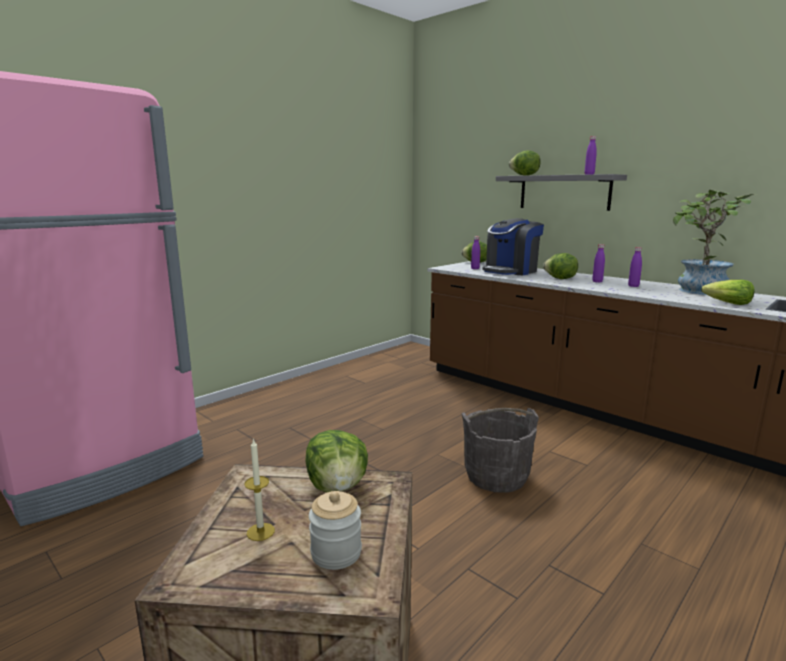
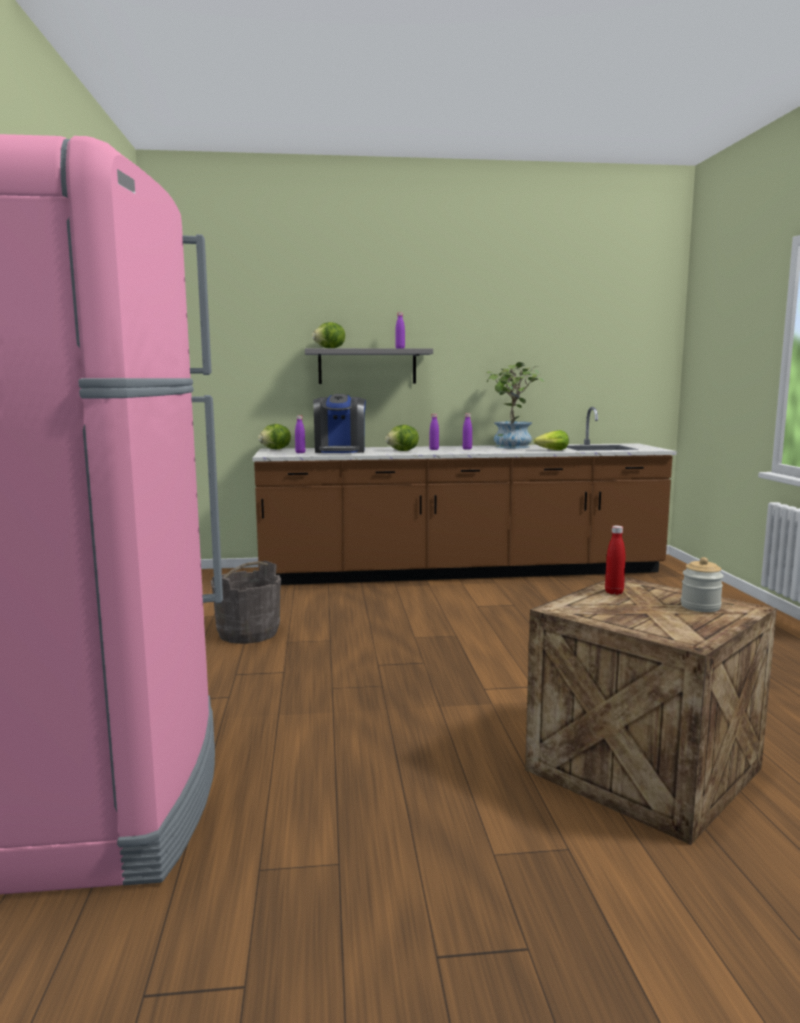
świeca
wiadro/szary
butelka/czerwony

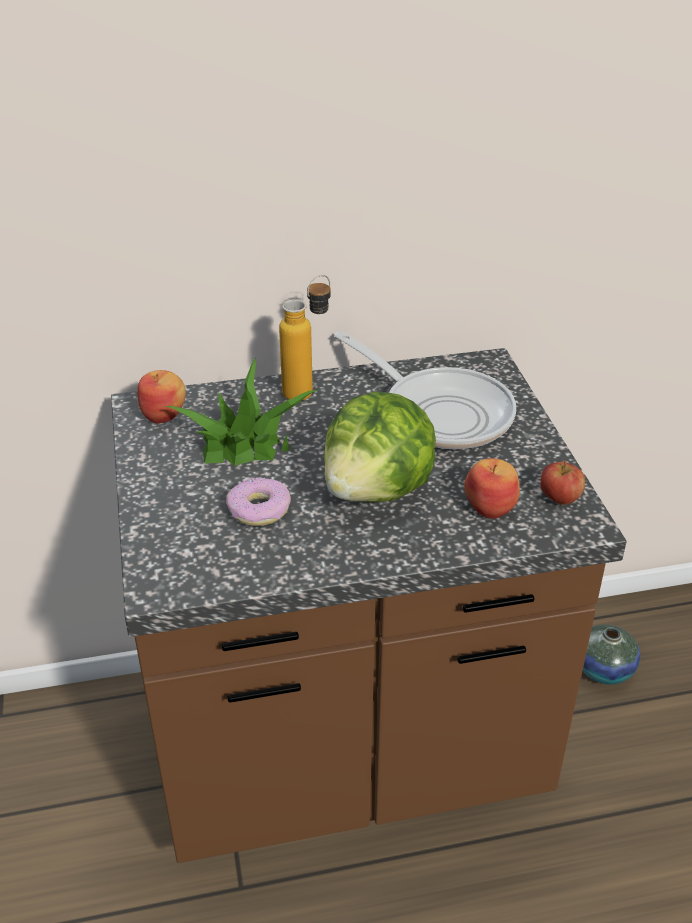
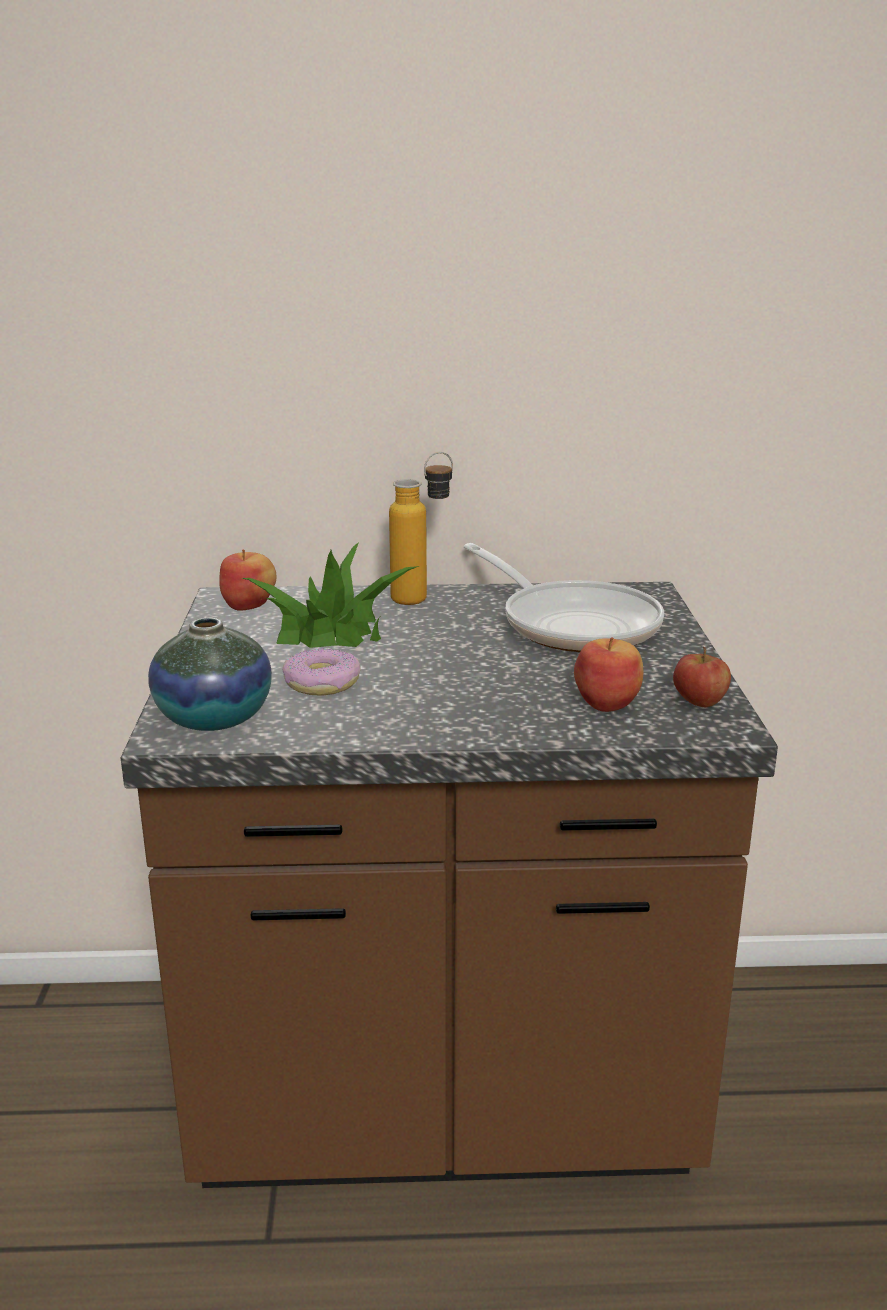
sałata
wazon

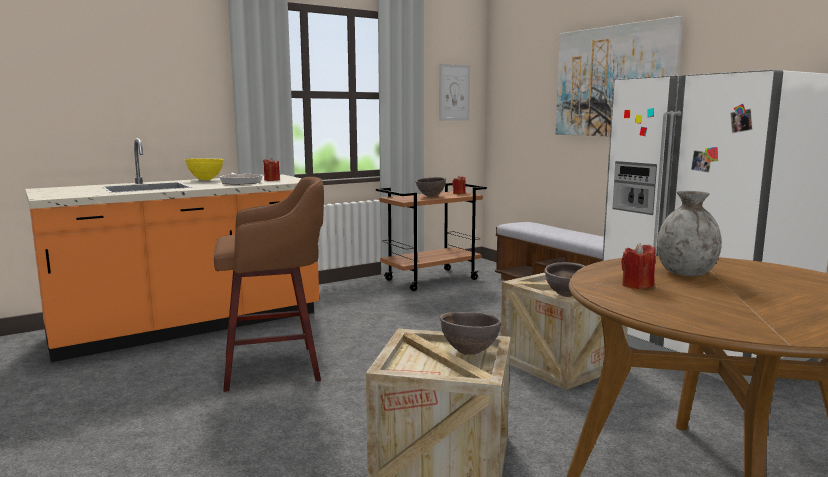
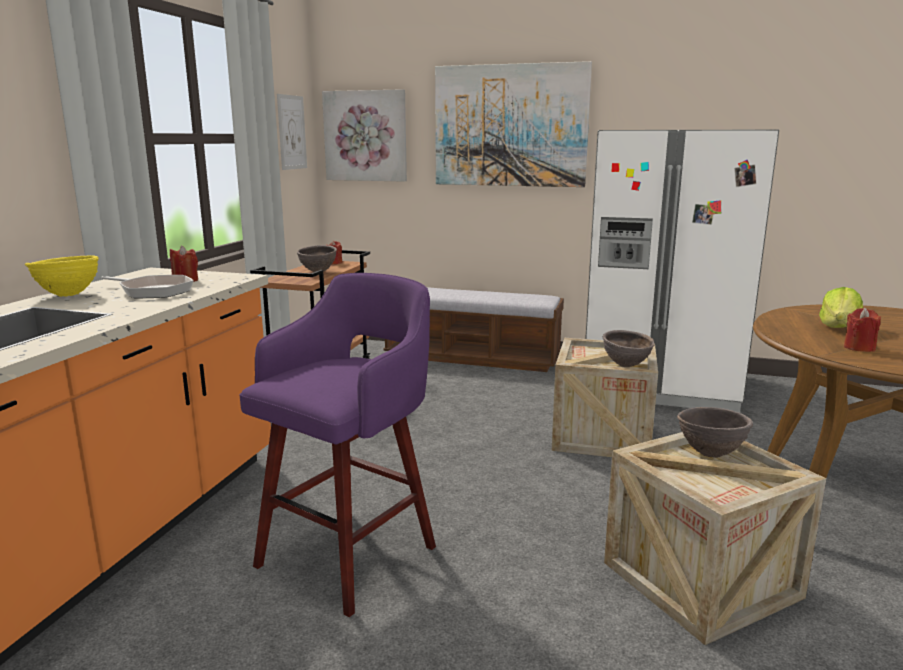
obraz (no. 2 from left)
sałata
stołek/fioletowy

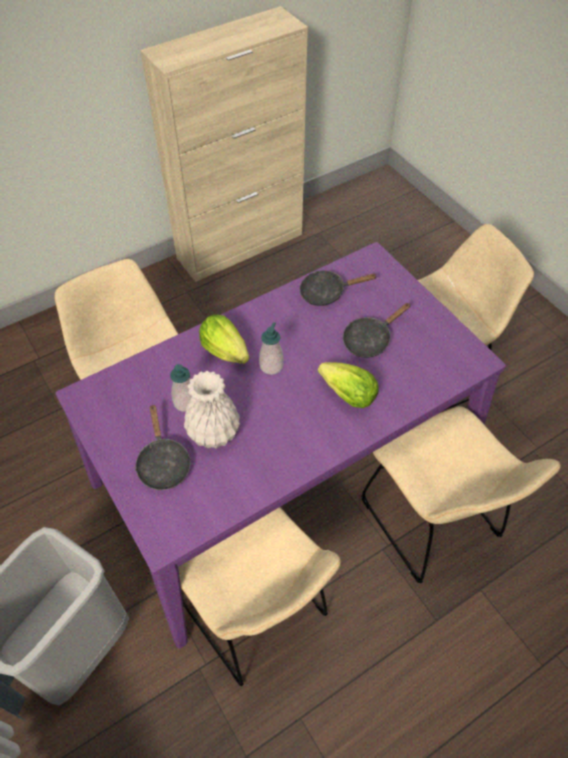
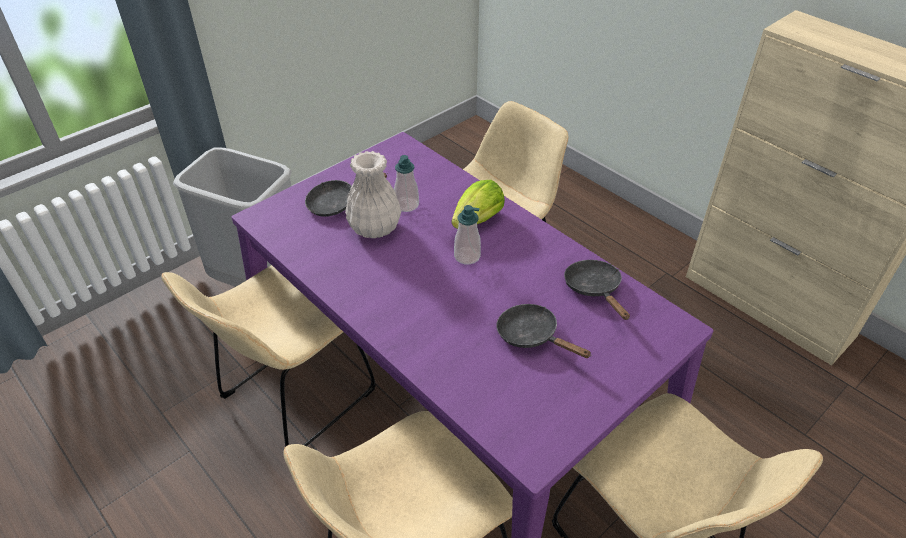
sałata (no. 2 from left in the first image)

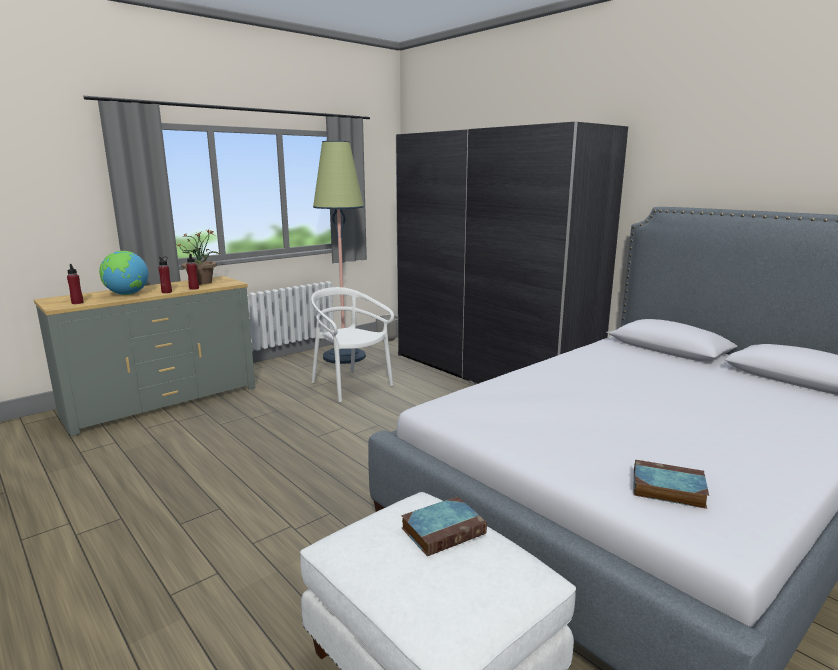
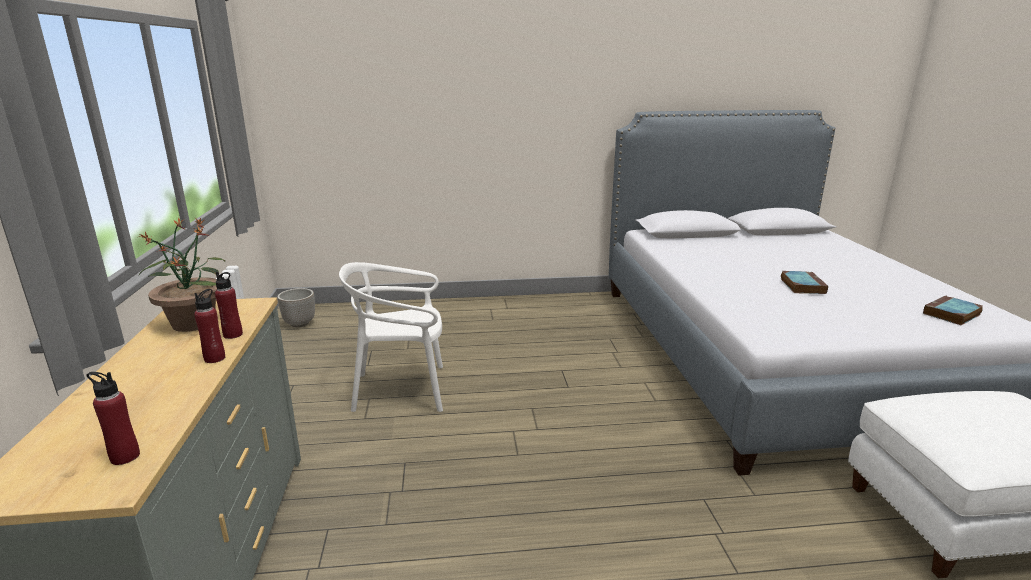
globus
lampa stojąca
szafa/szary
książka (no. 1 from left)

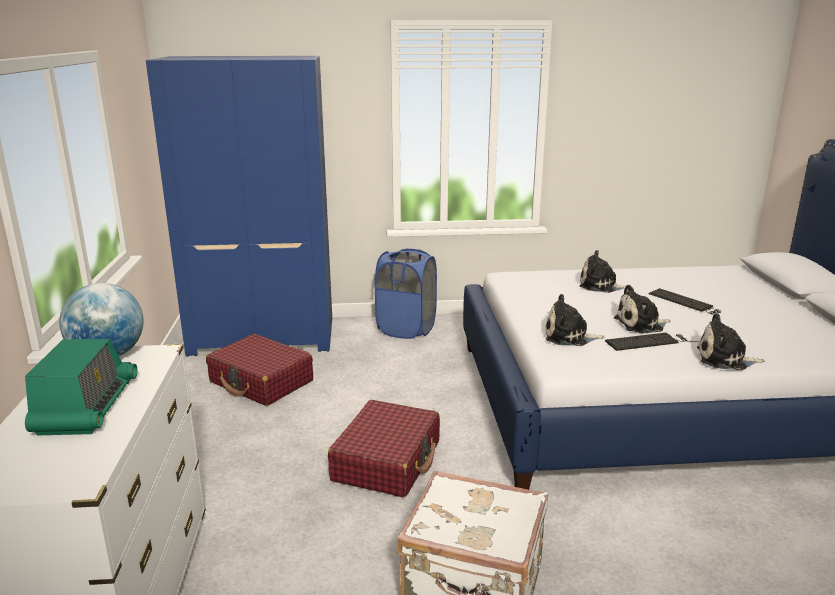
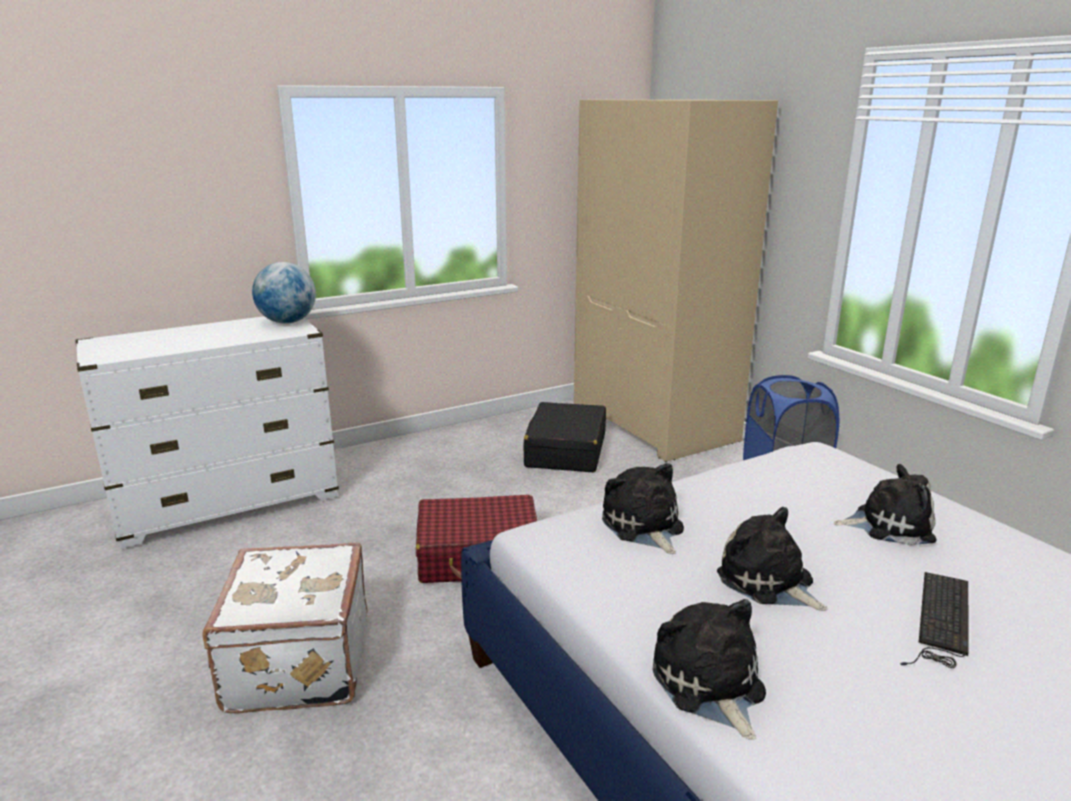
radio
klawiatura (no. 1 from left in the first image)
szafa/beżowy
walizka/czarny
pluszak (no. 4 from left)

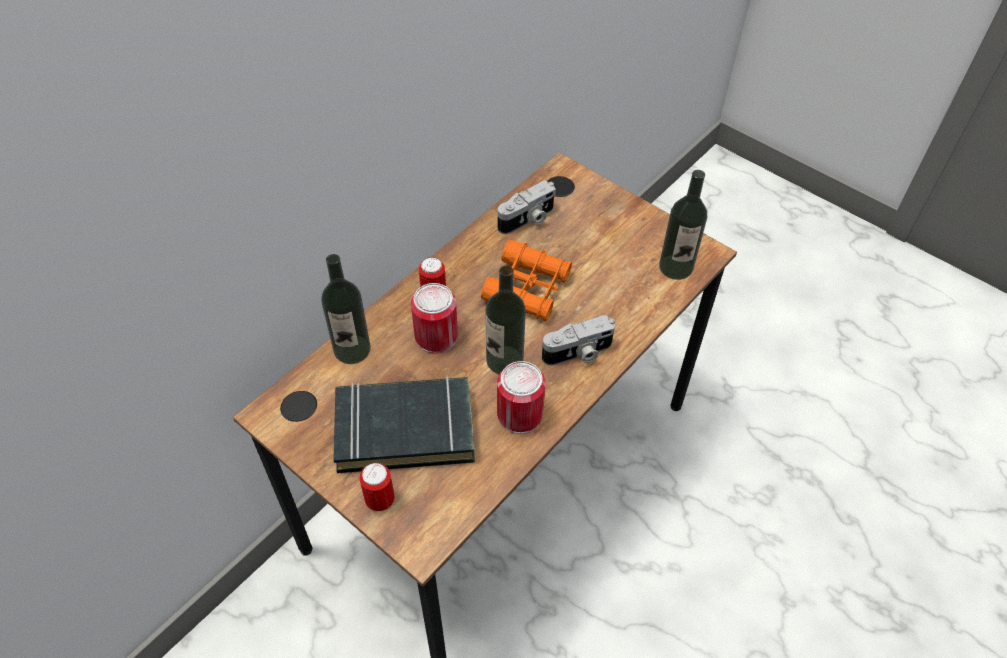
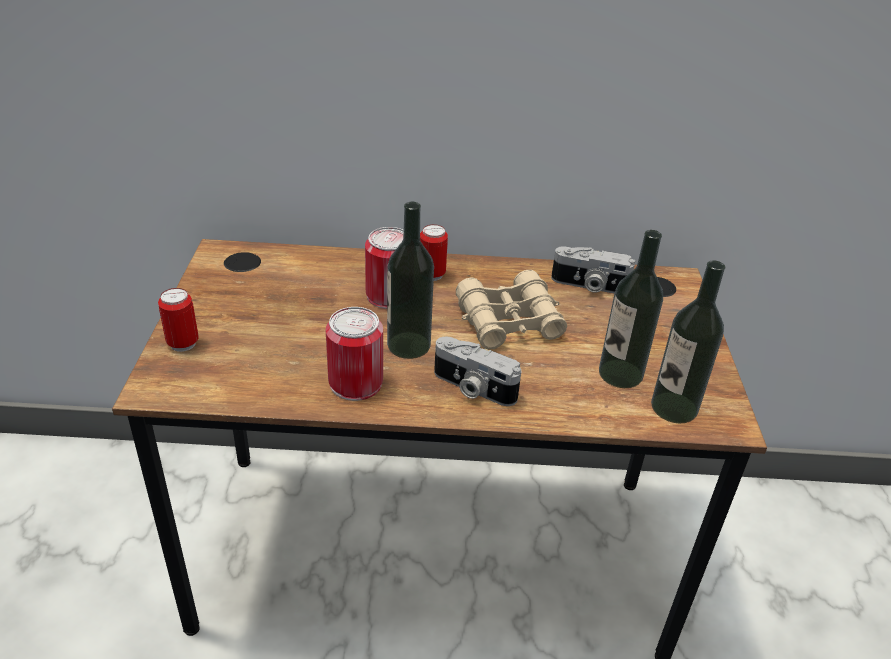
książka/czarny
butelka (no. 2 from left)
lornetka/beżowy

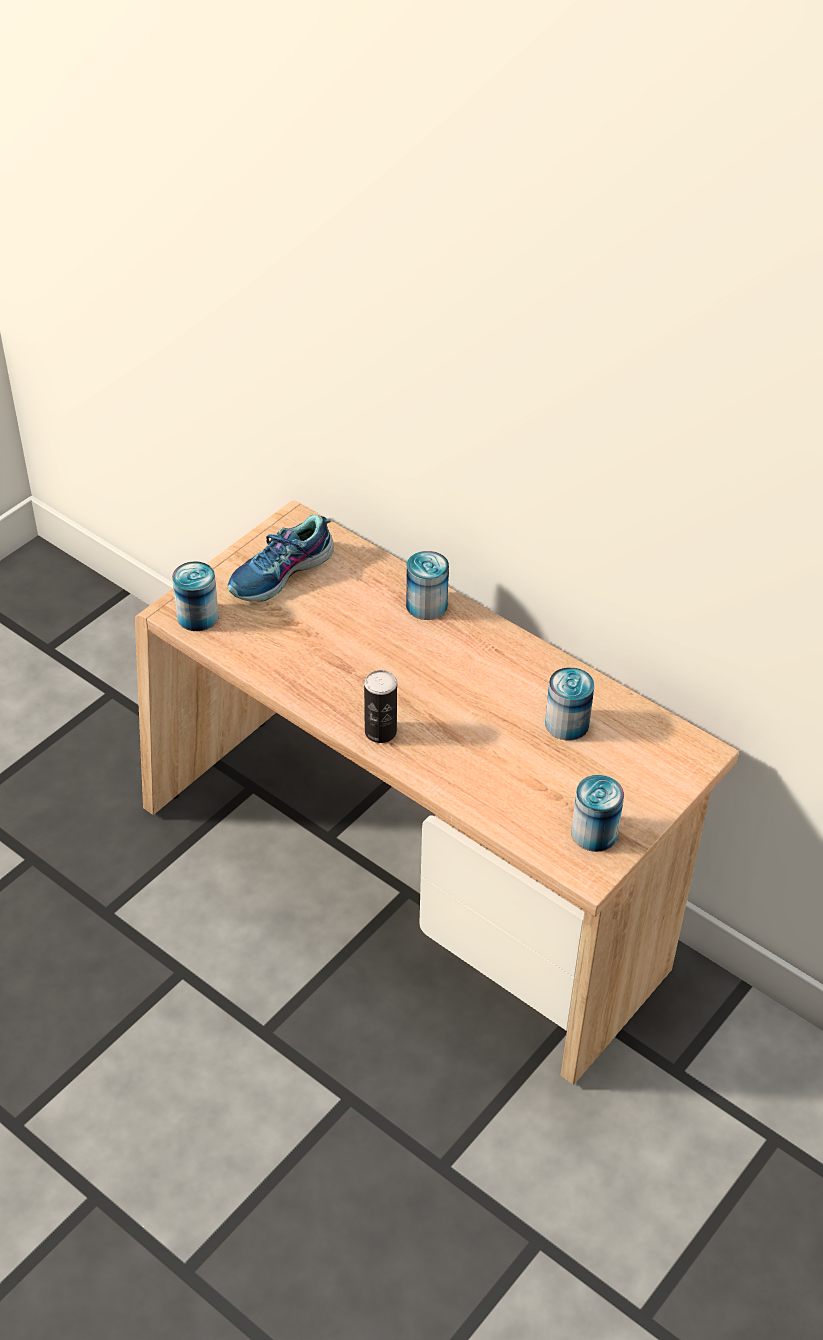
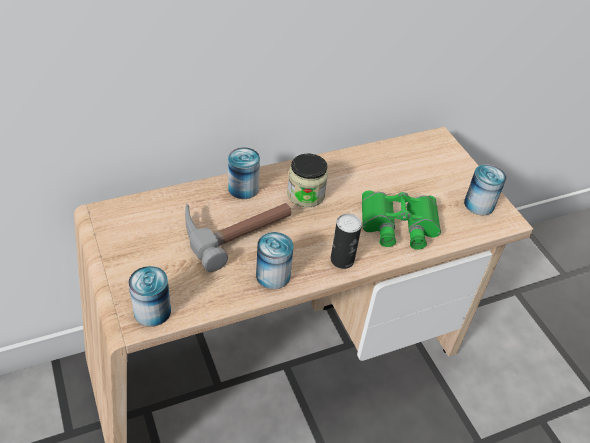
but
młotek
słoik
lornetka/zielony
puszka (no. 3 from left)

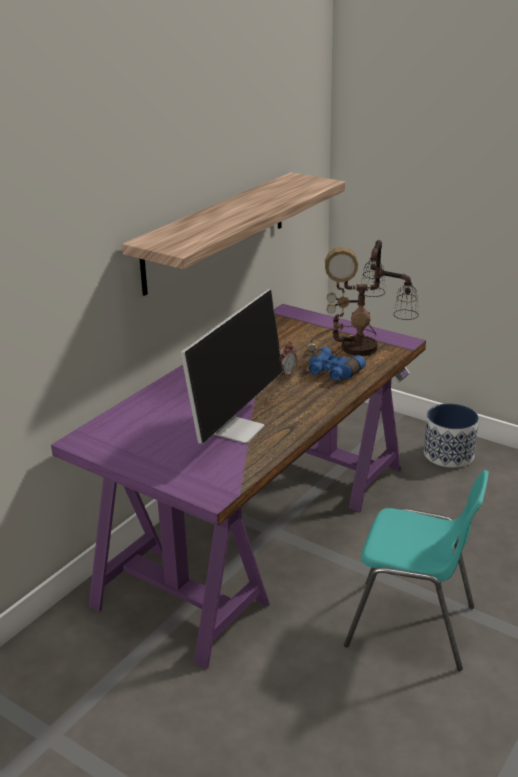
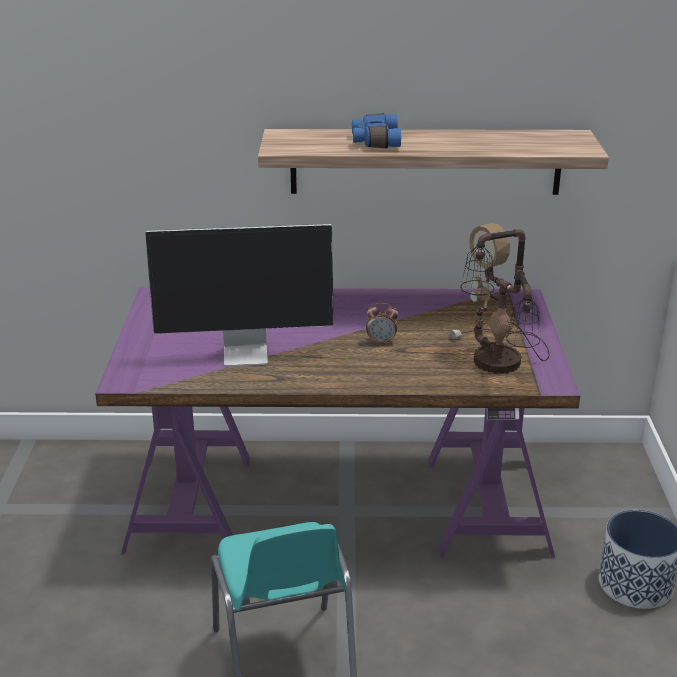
lornetka/niebieski

